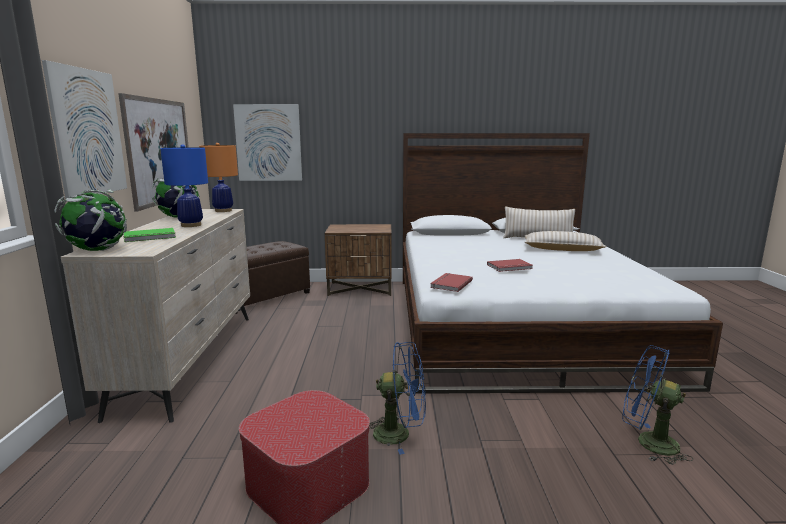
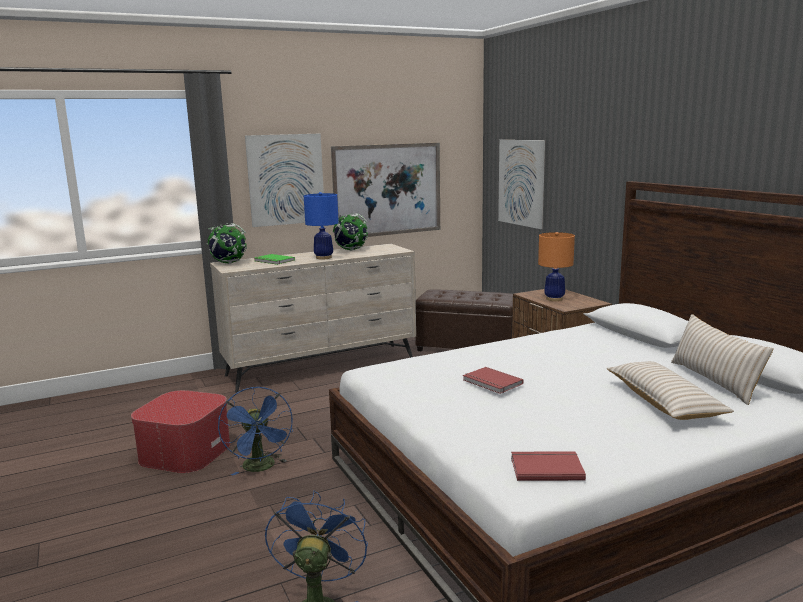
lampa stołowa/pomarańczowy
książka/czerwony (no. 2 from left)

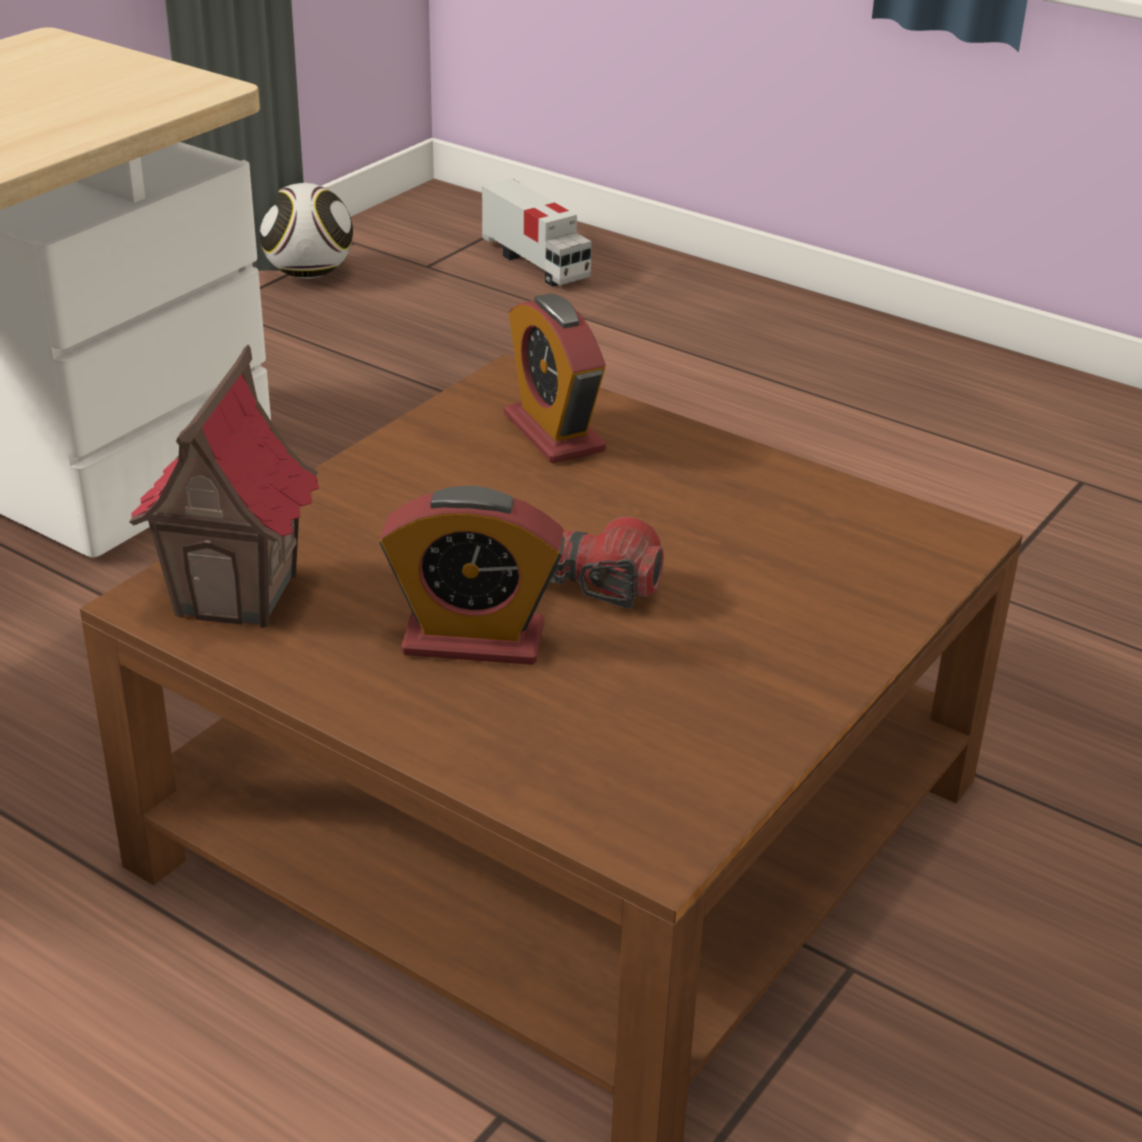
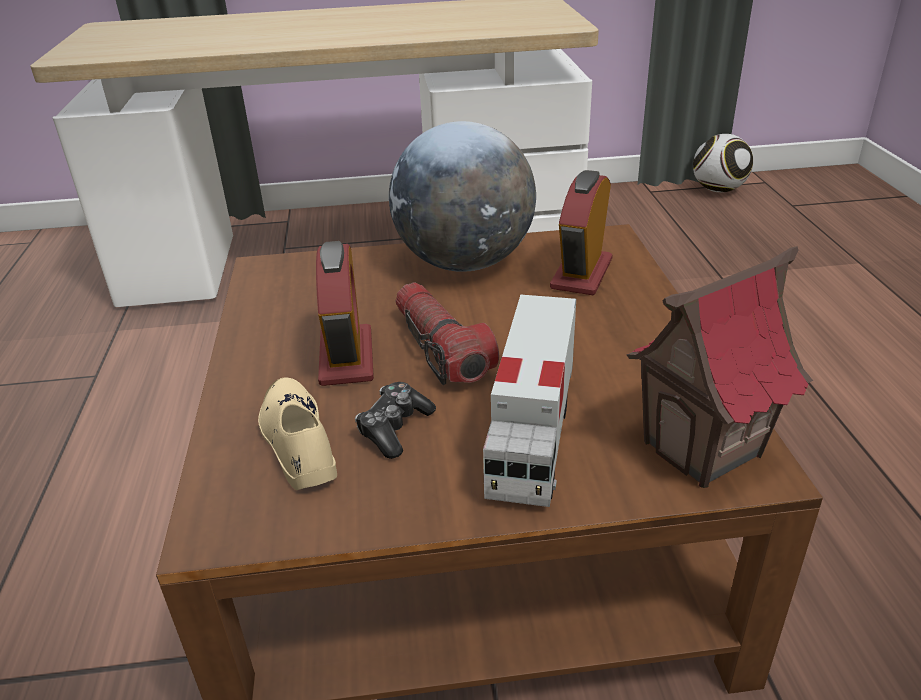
but/beżowy
pad do gier
globus
domek
ciężarówka zabawkowa
budzik (no. 1 from left)

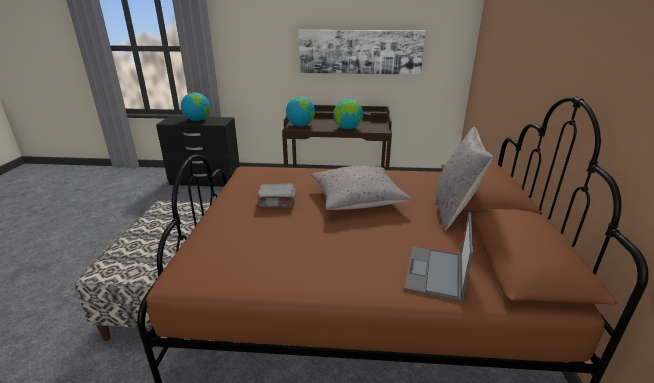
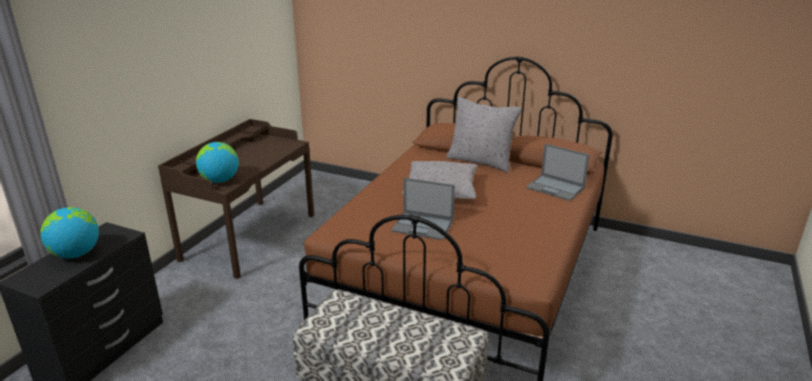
obraz
globus (no. 3 from left in the first image)
laptop (no. 1 from left)

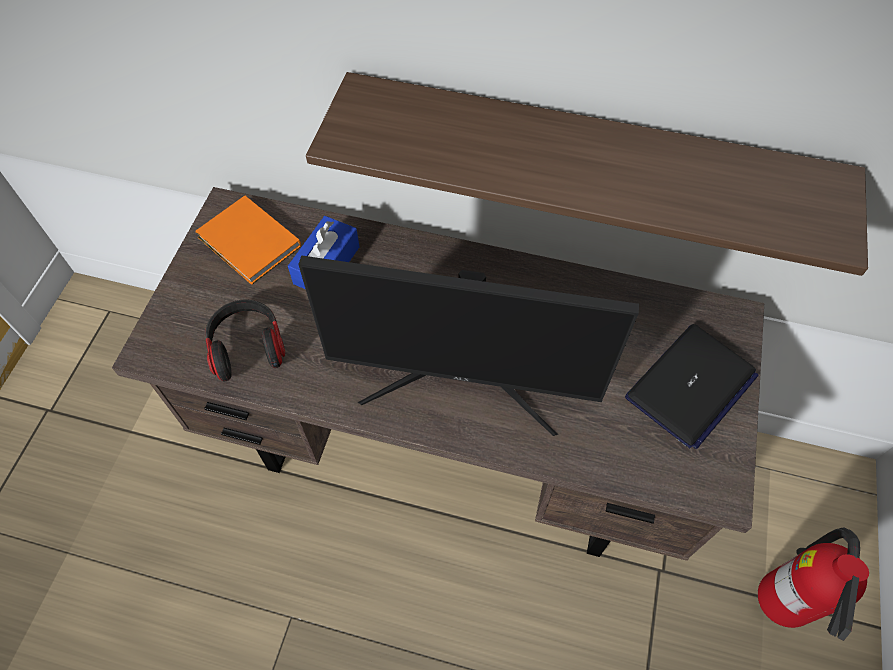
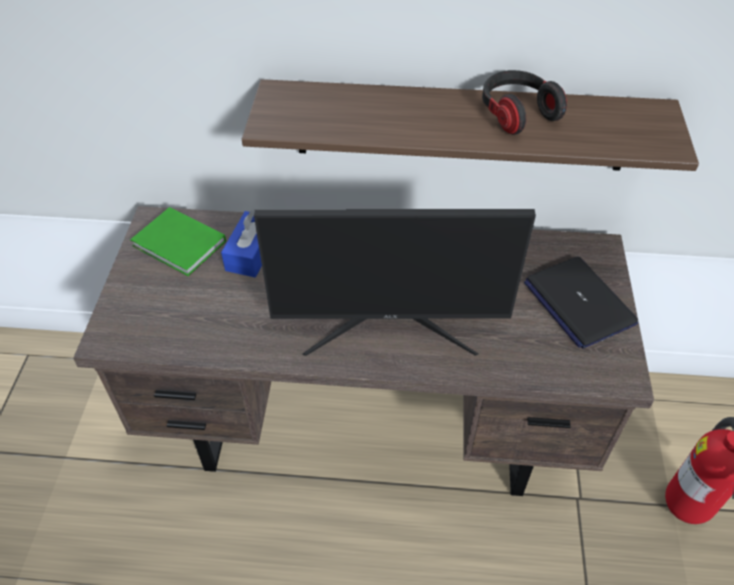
słuchawki
książka/zielony
laptop

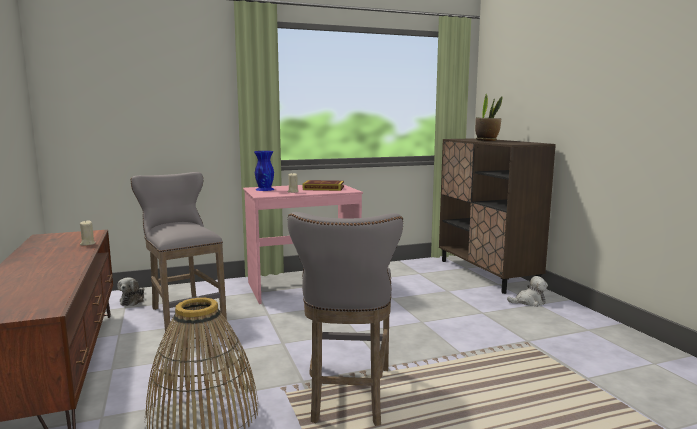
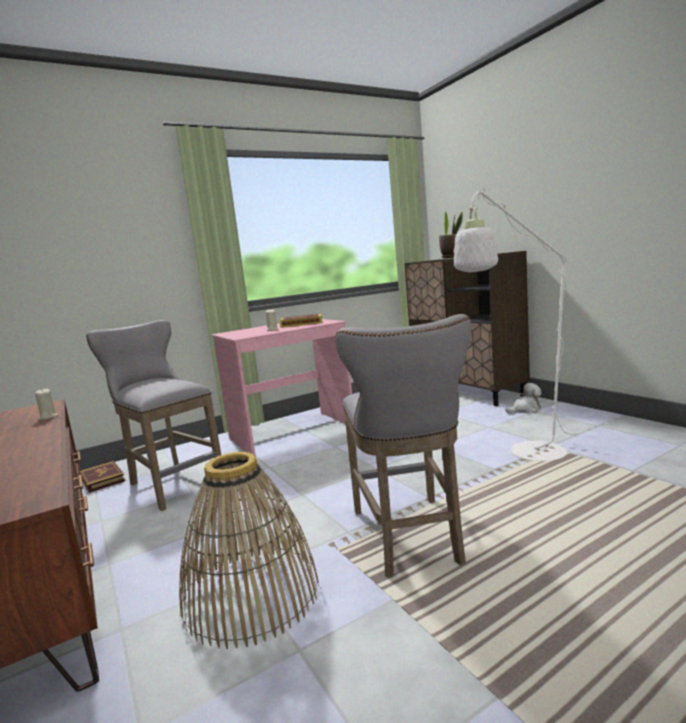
wazon/niebieski
lampa stojąca/biały
książka (no. 1 from left)

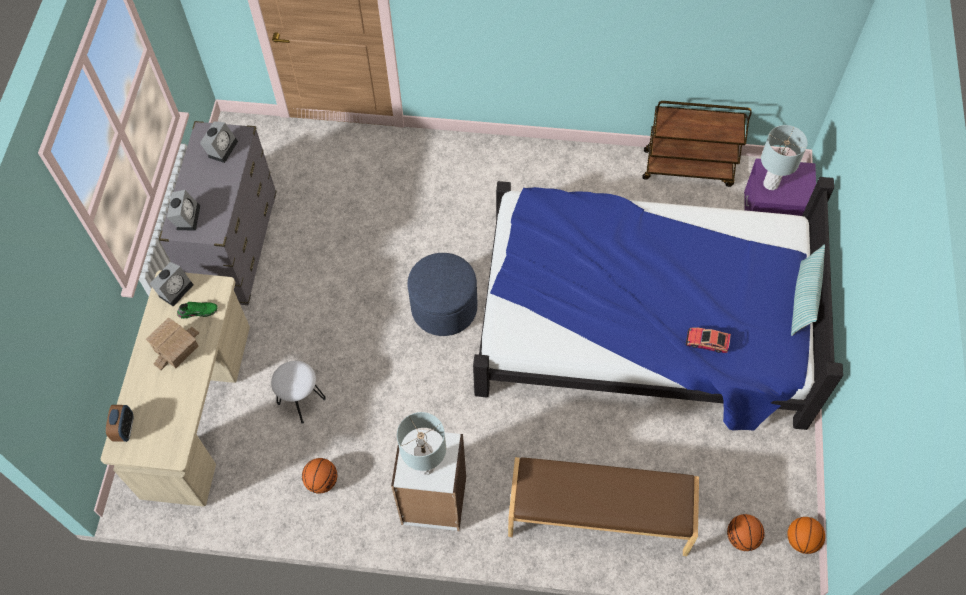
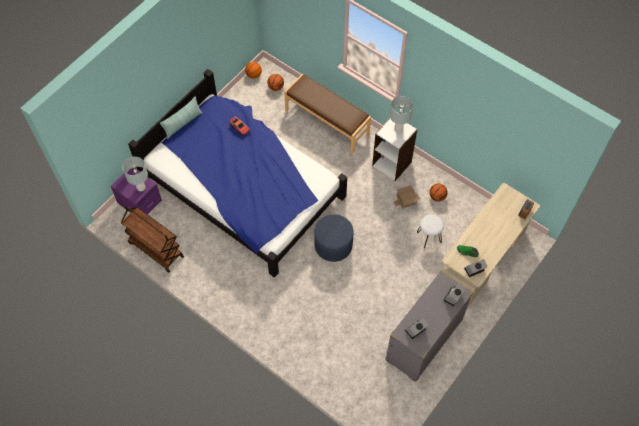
domek

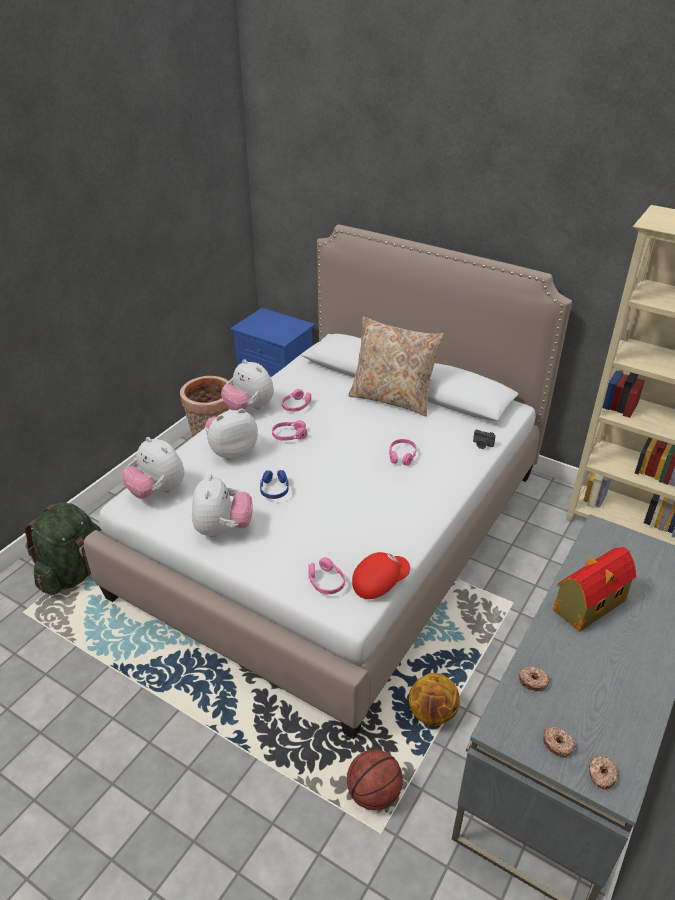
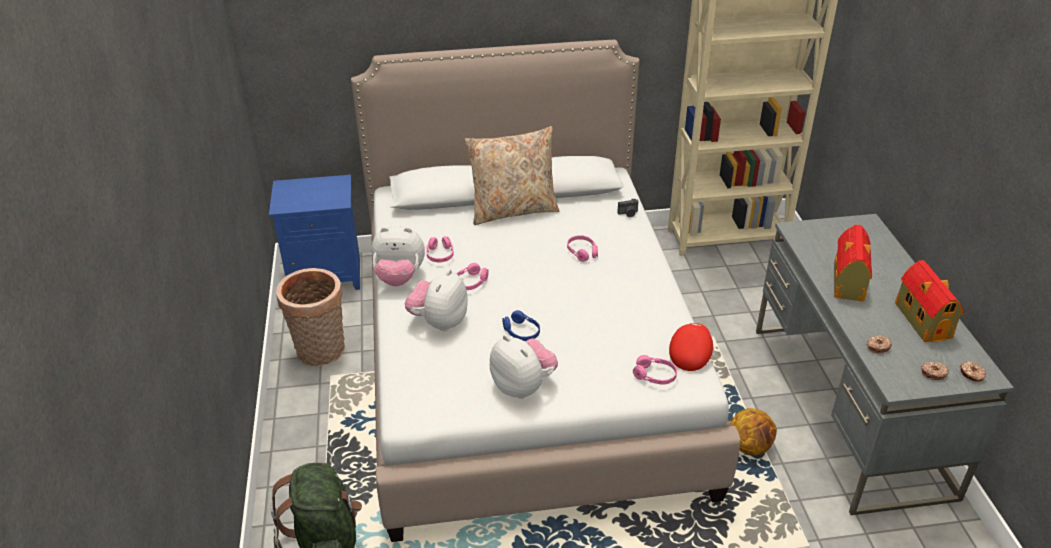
pluszak (no. 1 from left in the first image)
piłka do koszykówki (no. 1 from left in the first image)
domek (no. 2 from left)

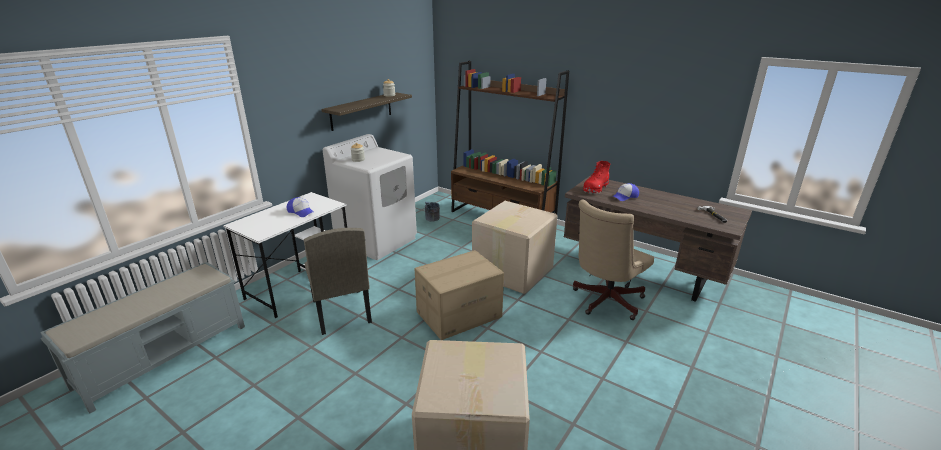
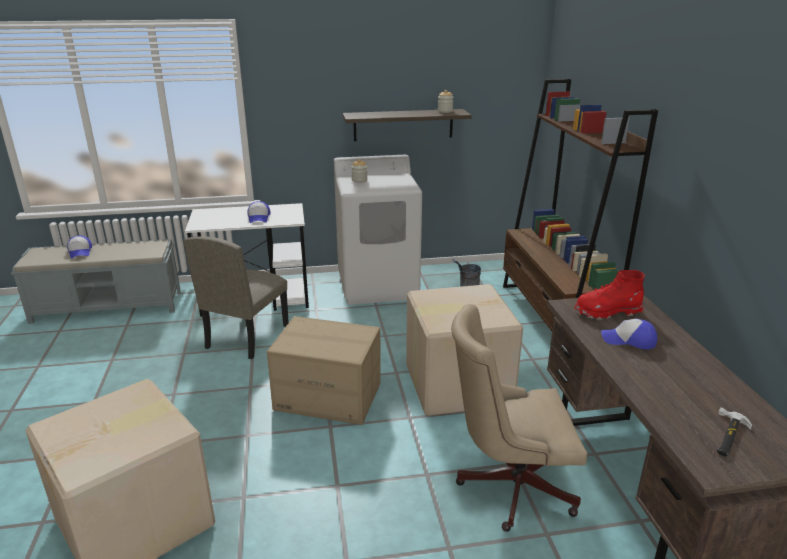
czapka z daszkiem (no. 1 from left)

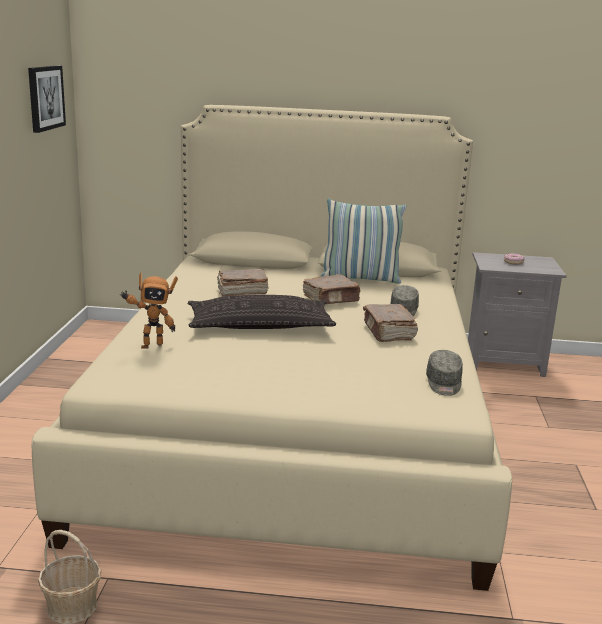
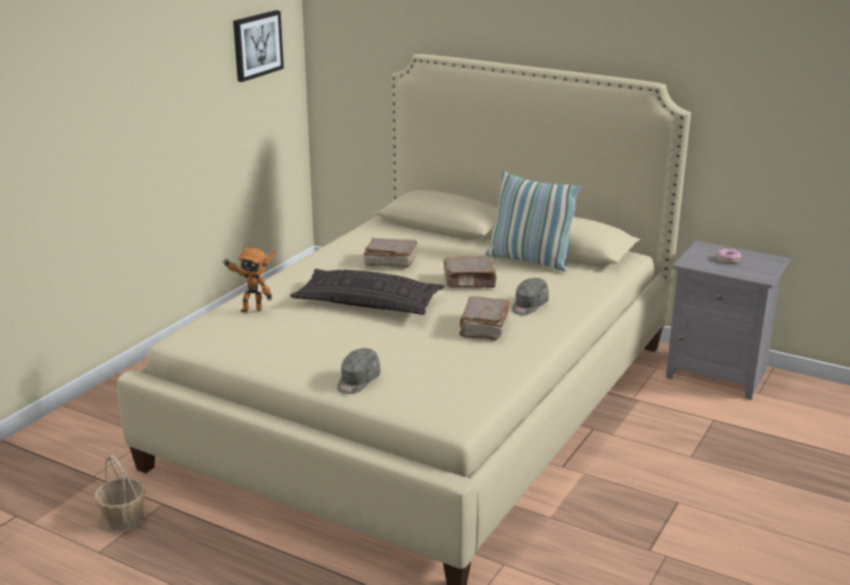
czapka z daszkiem/szary (no. 1 from left)

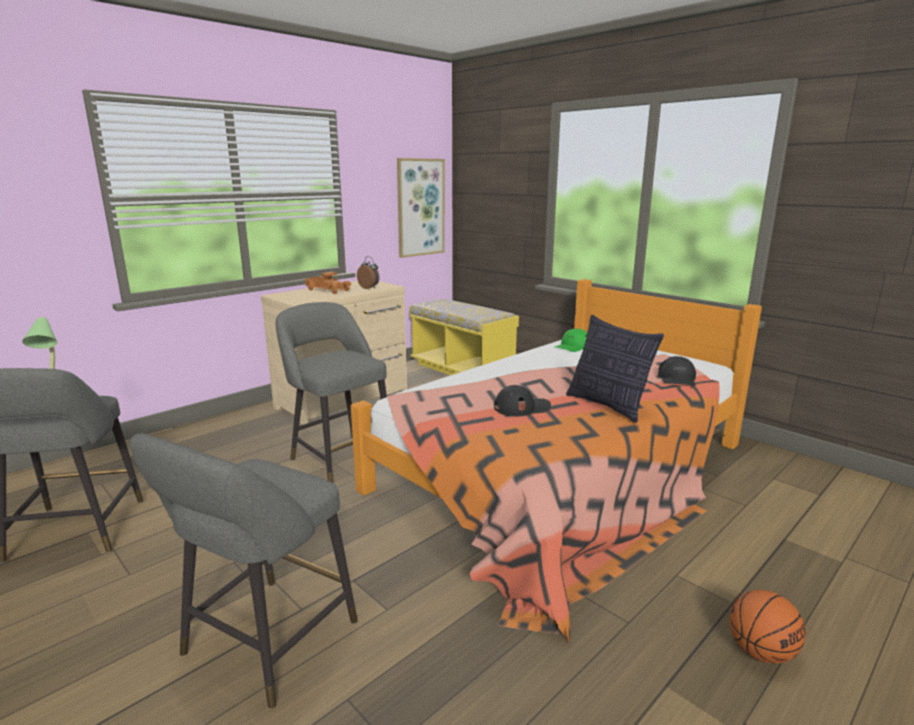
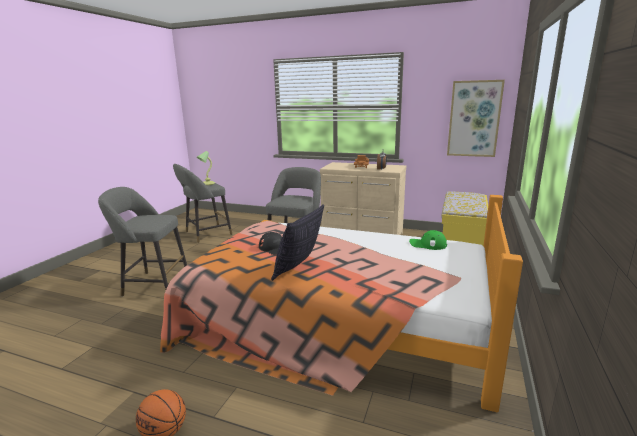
czapka z daszkiem/czarny (no. 2 from left in the first image)

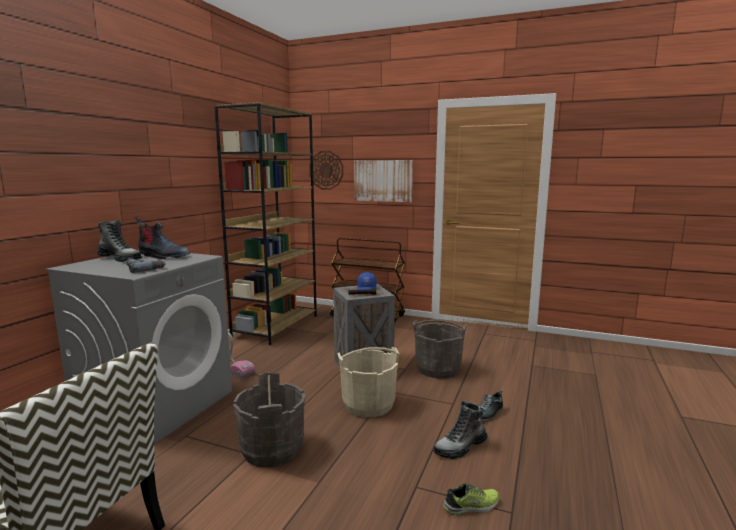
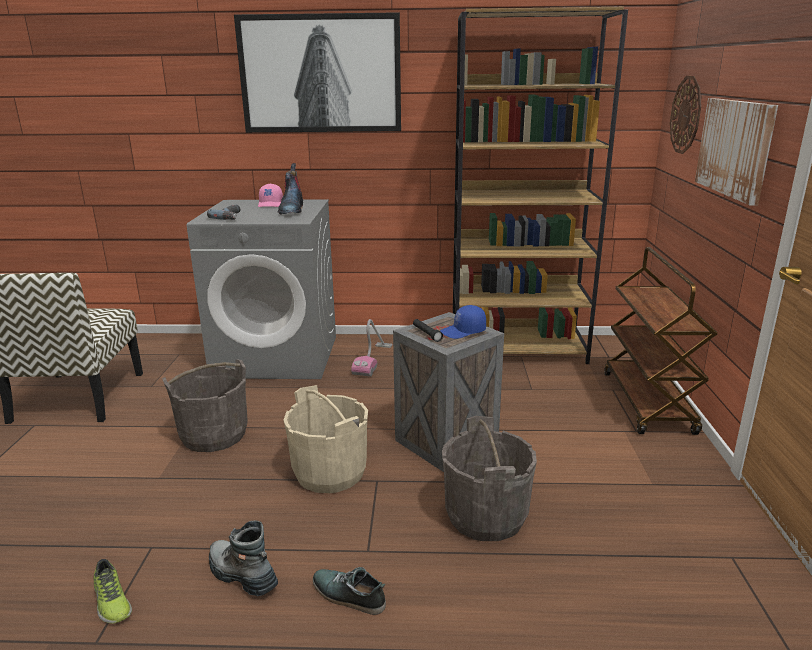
obraz (no. 1 from left)
czapka z daszkiem/różowy

